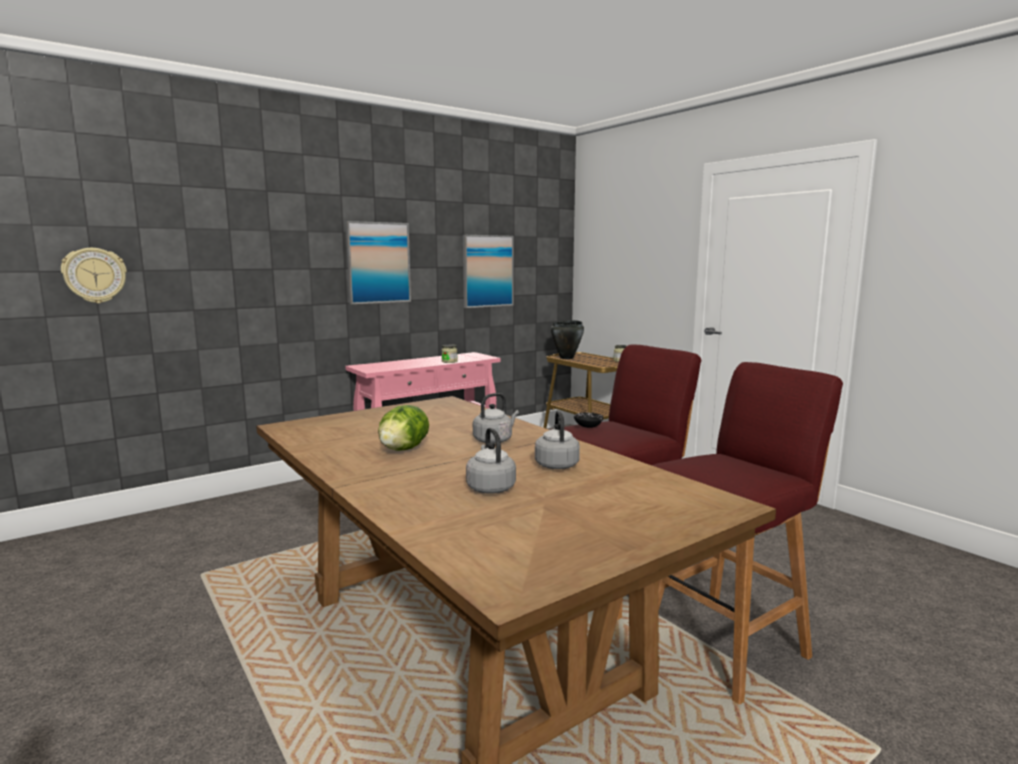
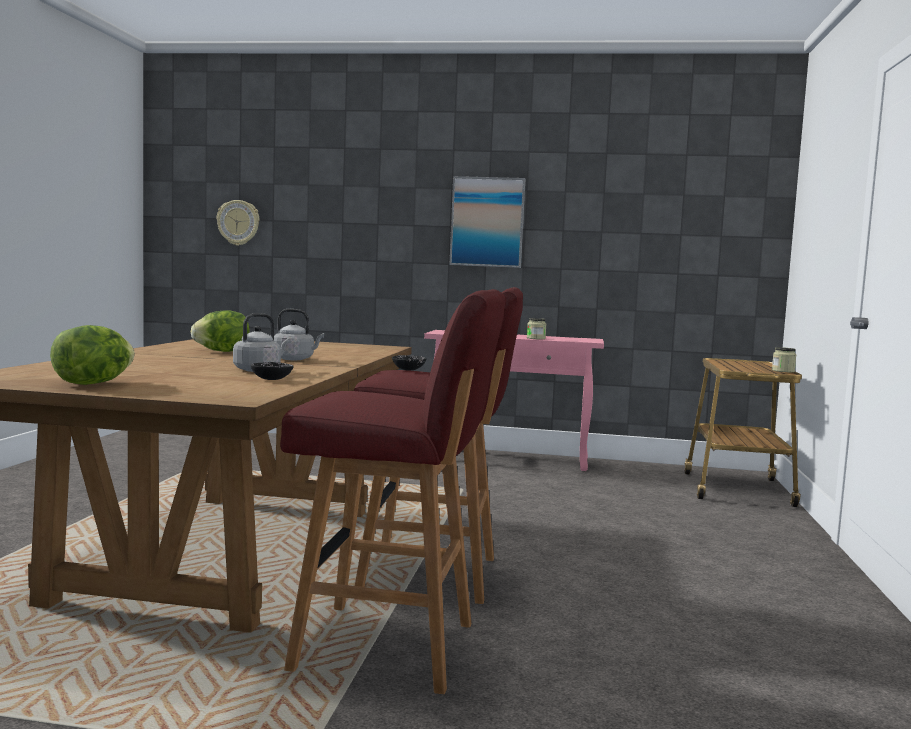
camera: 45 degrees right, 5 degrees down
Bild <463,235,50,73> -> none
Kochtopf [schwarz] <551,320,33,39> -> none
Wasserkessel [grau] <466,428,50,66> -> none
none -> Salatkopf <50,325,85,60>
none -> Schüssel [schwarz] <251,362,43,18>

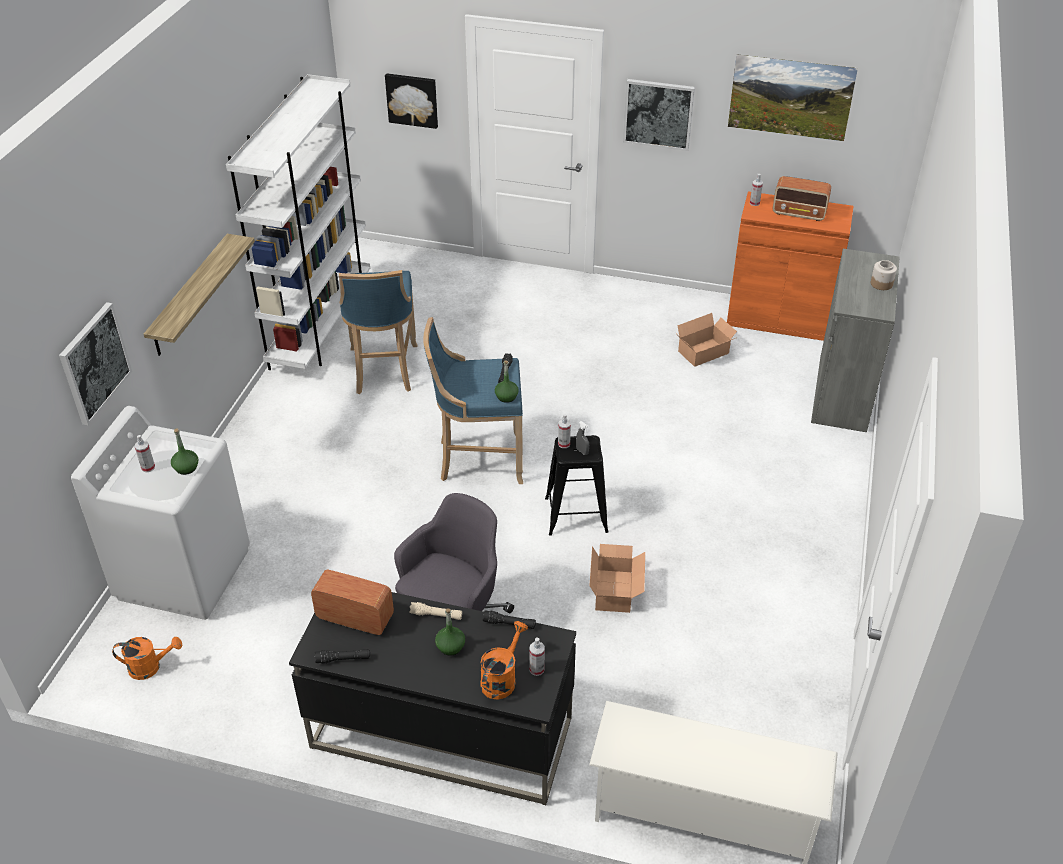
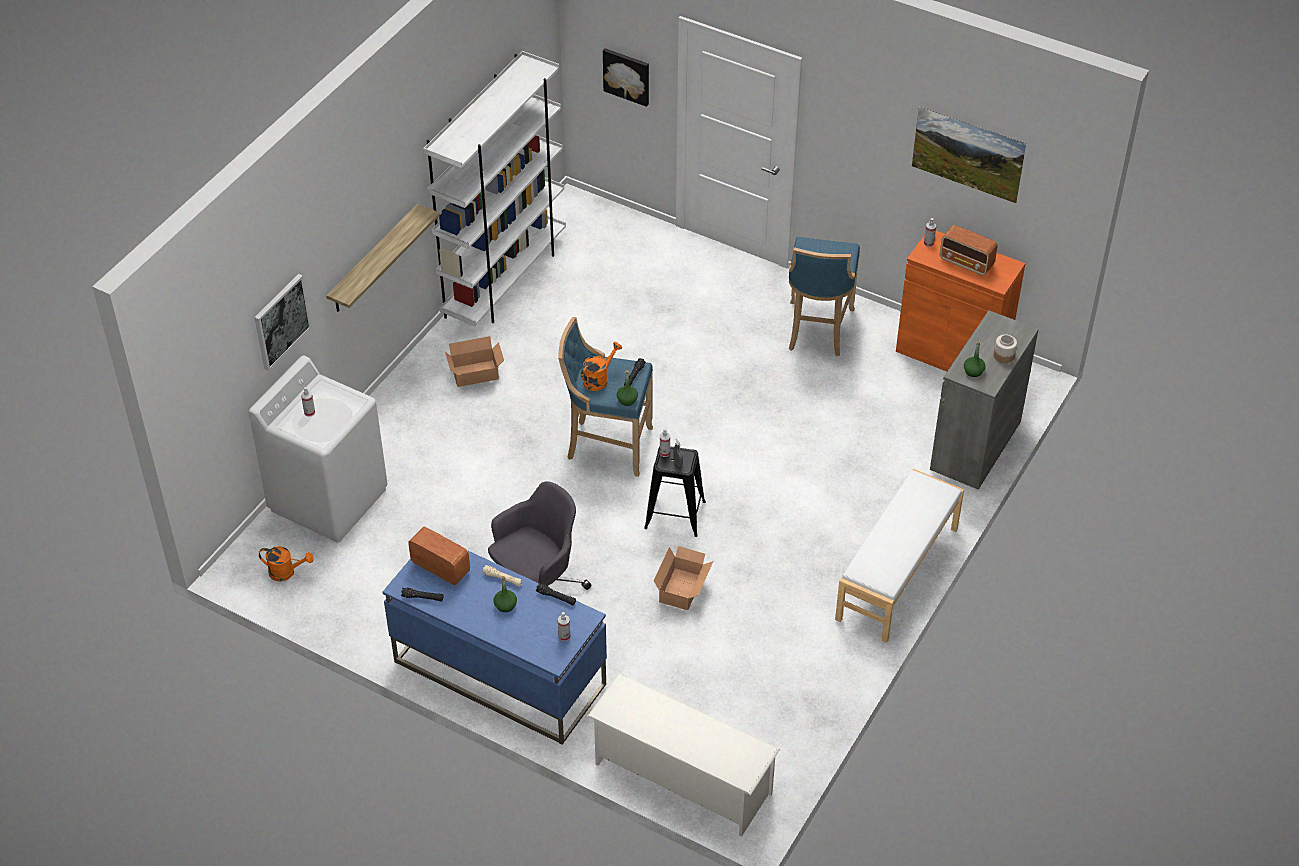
camera: 15 degrees right, 5 degrees up
Bild <623,79,72,72> -> none
Hocker [blau] <339,270,79,124> -> Hocker [blau] <789,237,71,119>, shifted
Karton <677,313,60,54> -> Karton <445,336,59,51>, shifted
Flasche [grün] <171,428,27,47> -> Flasche [grün] <964,341,22,36>, shifted
Schreibtisch [schwarz] <289,592,287,213> -> Schreibtisch [blau] <383,550,224,195>
Gießkanne [orange] <480,621,48,79> -> Gießkanne [orange] <581,342,41,49>, shifted
none -> Bank [weiß] <835,469,129,174>

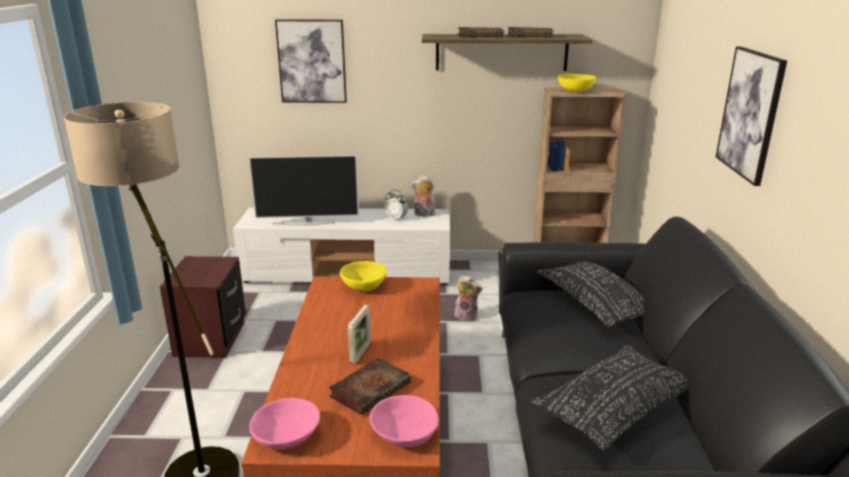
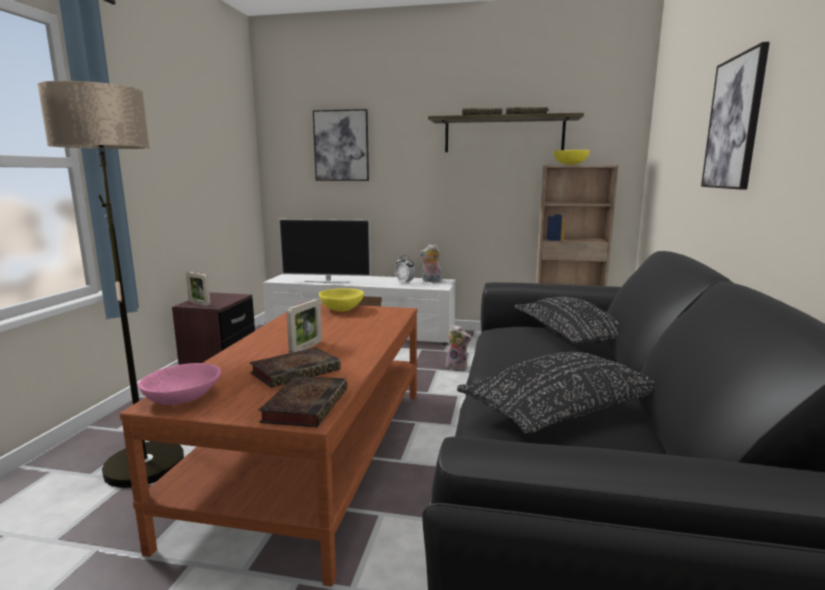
camera: 10 degrees right, 10 degrees down
Schüssel [rosa] <369,395,70,52> -> Buch <258,376,89,51>
none -> Bilderrahmen <186,272,24,34>

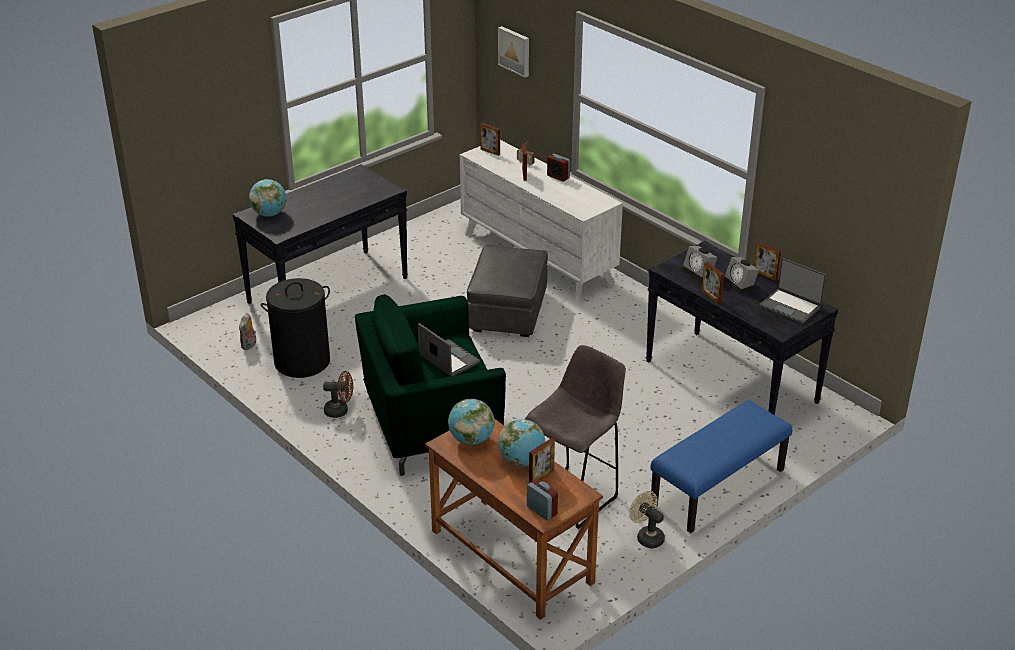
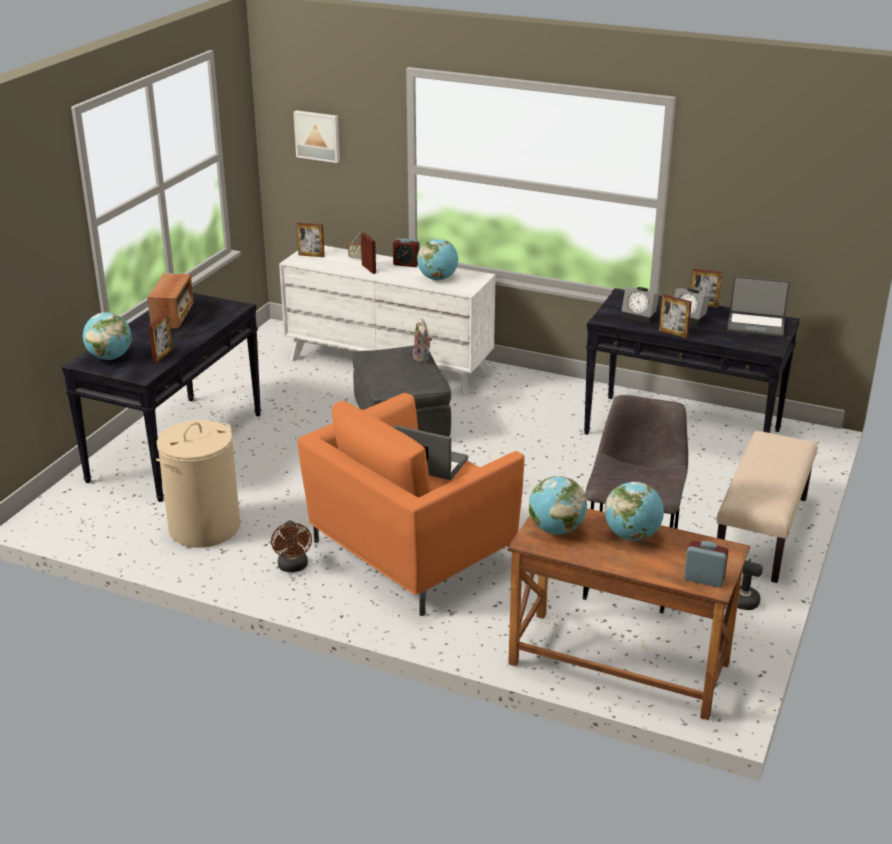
camera: 25 degrees left, 5 degrees down
Wäschekorb [schwarz] <261,278,69,100> -> Wäschekorb [beige] <156,420,84,128>
Sessel [grün] <355,294,151,182> -> Sessel [orange] <297,393,228,223>
Plüschtier <239,313,17,37> -> Plüschtier <413,318,19,44>, shifted
Ventilator [braun] <323,371,30,47> -> Ventilator [braun] <271,521,41,51>, 105 degrees clockwise
Bank [blau] <651,400,142,133> -> Bank [beige] <717,431,100,152>
Bilderrahmen <529,438,26,45> -> Bilderrahmen <148,313,25,50>, shifted
none -> Globus <417,239,41,42>
none -> Radio <147,273,47,56>

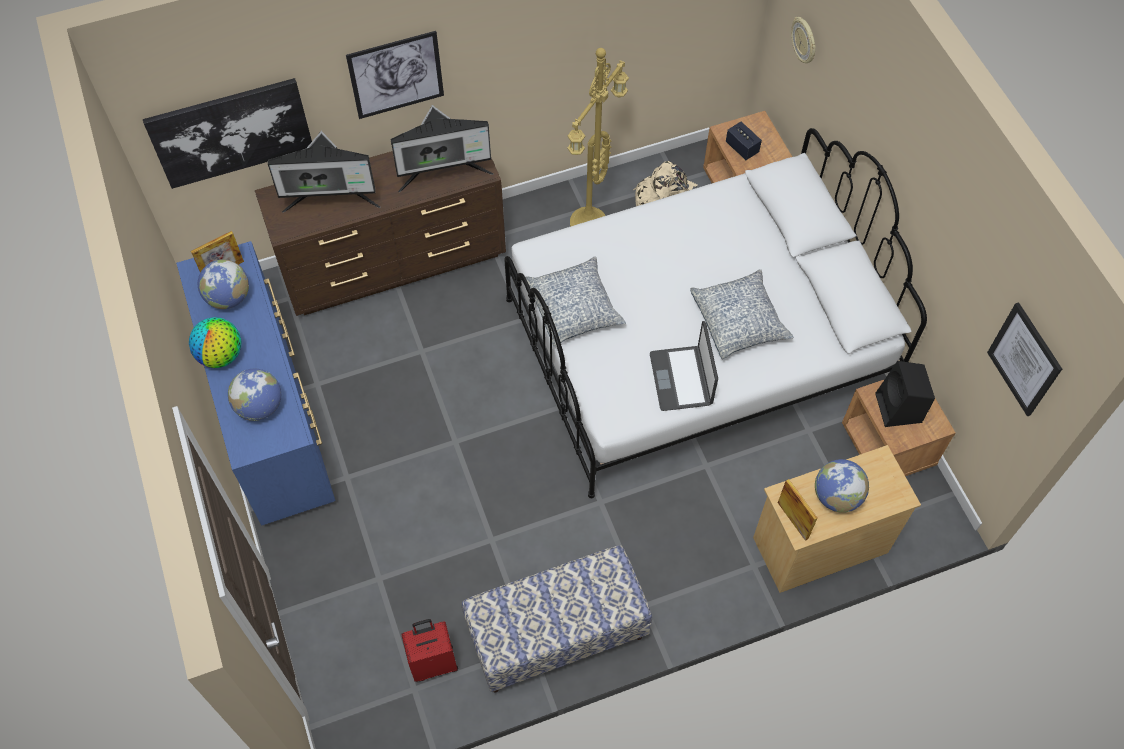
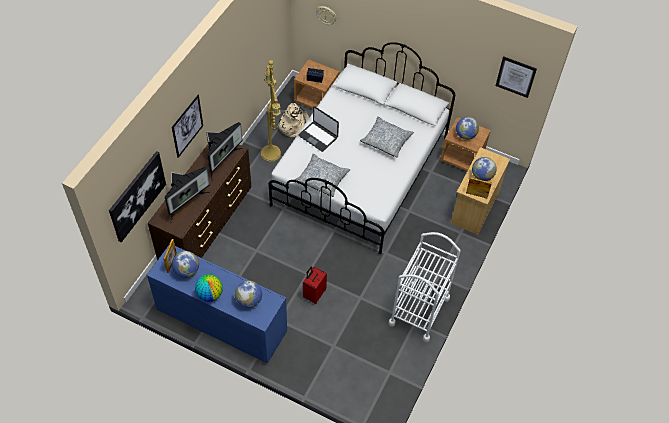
camera: 45 degrees left, 5 degrees down
Laptop <650,321,68,90> -> Laptop <298,106,41,46>, shifted
Lautsprecher [schwarz] <875,361,60,66> -> Globus <456,117,23,23>
Bank <462,545,190,148> -> Rollwagen [weiß] <389,232,72,110>
Koffer [rot] <401,619,57,63> -> Koffer [rot] <303,266,24,38>, shifted

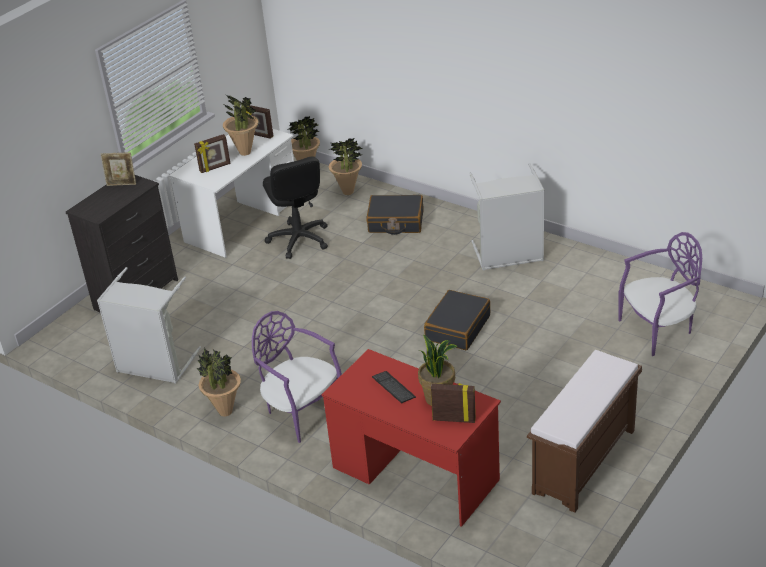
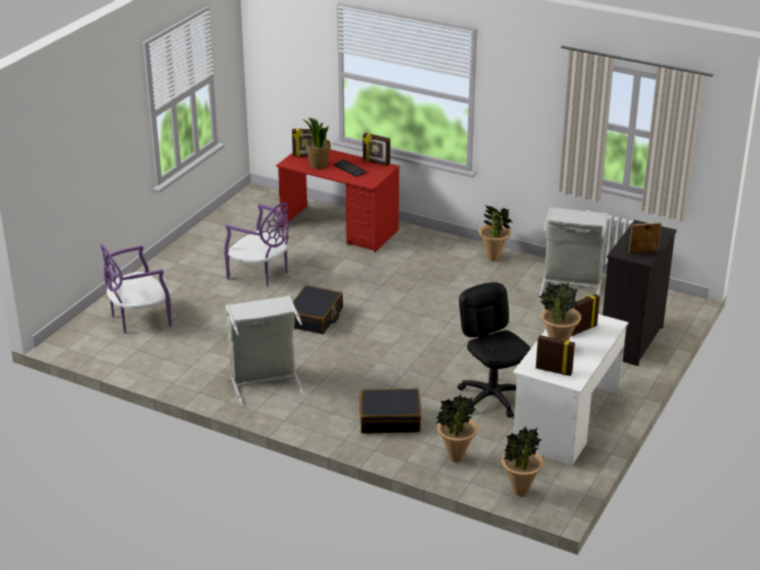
camera: 170 degrees right, 5 degrees down
Stuhl [lila] <252,311,90,132> -> Stuhl [lila] <224,203,65,85>, shifted
Bank [braun] <527,350,115,163> -> none
none -> Bilderrahmen <362,133,28,33>

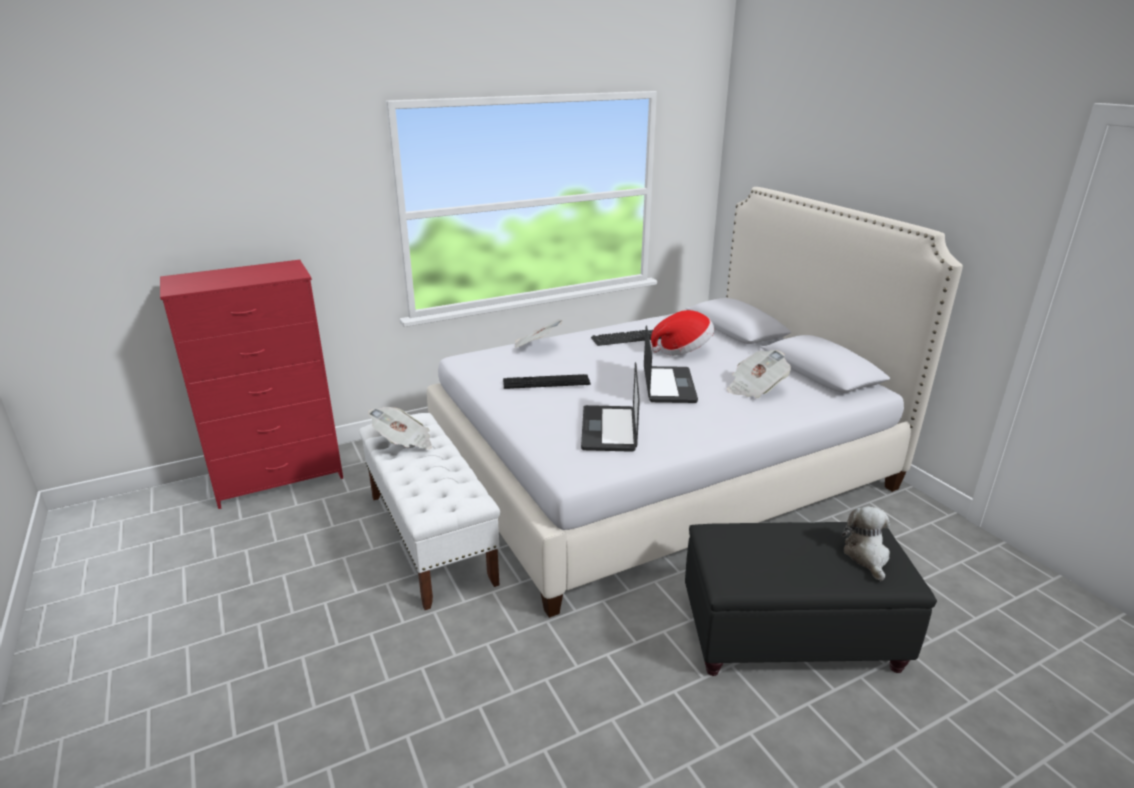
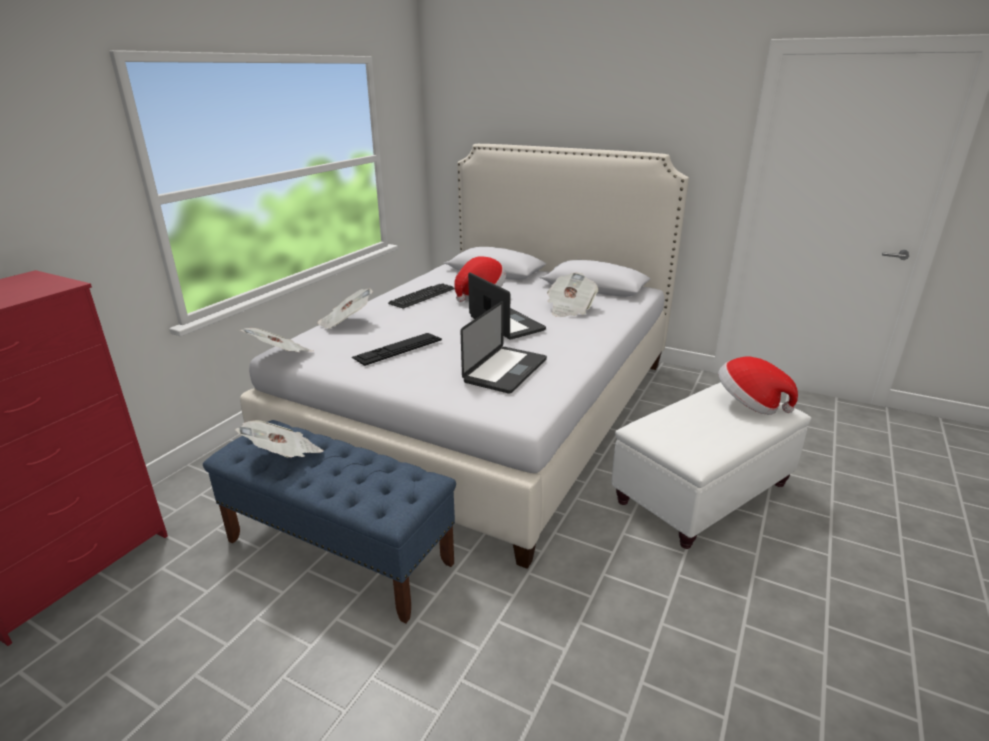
camera: 35 degrees left, 0 degrees up
Laptop <581,362,59,90> -> Laptop <460,301,87,93>, 120 degrees counterclockwise
Bank [weiß] <359,413,141,197> -> Bank [blau] <203,420,253,203>
Plüschtier <842,506,48,75> -> Hut <718,357,80,58>
Polsterhocker [schwarz] <685,522,252,154> -> Polsterhocker [weiß] <612,382,199,167>
none -> Zeitung <240,328,73,24>

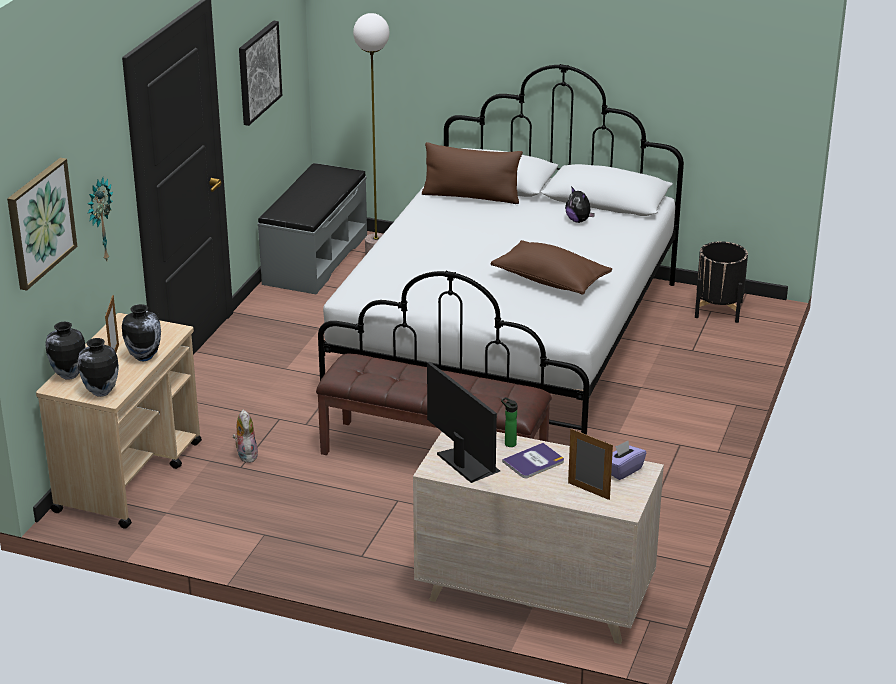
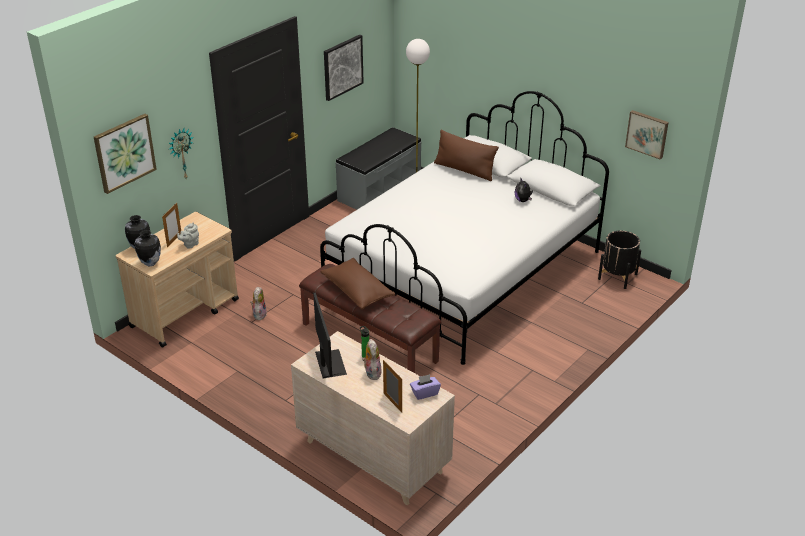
camera: 20 degrees right, 5 degrees up
Kissen [braun] <490,240,122,55> -> Kissen [braun] <321,258,74,52>, shifted
Vase <122,304,39,57> -> Teekanne [grau] <177,222,22,26>
Buch <502,443,62,35> -> Plüschtier <362,339,20,41>
none -> Bild <625,110,44,49>

